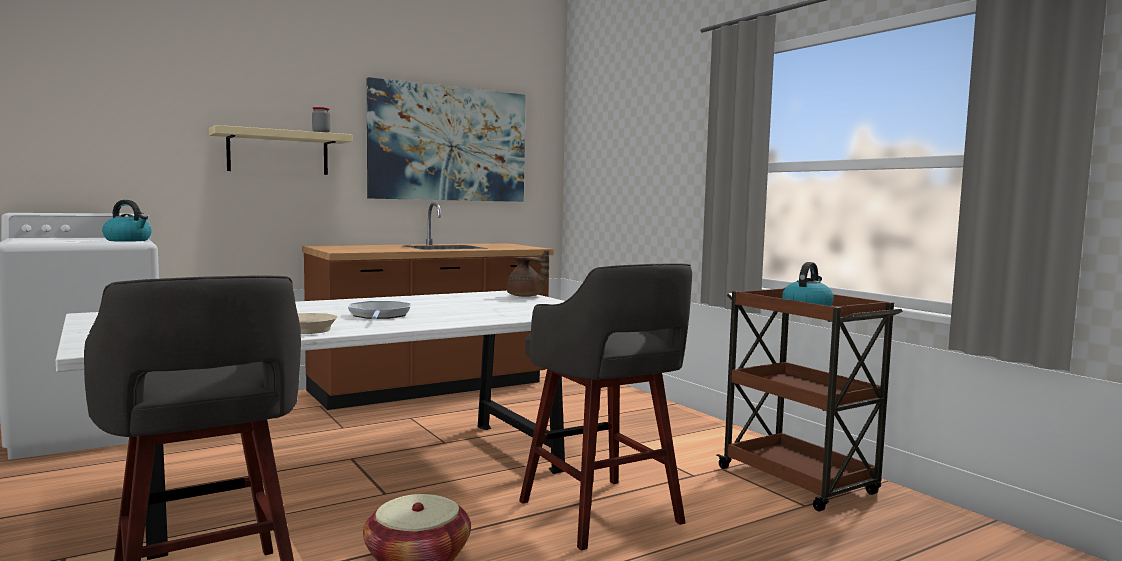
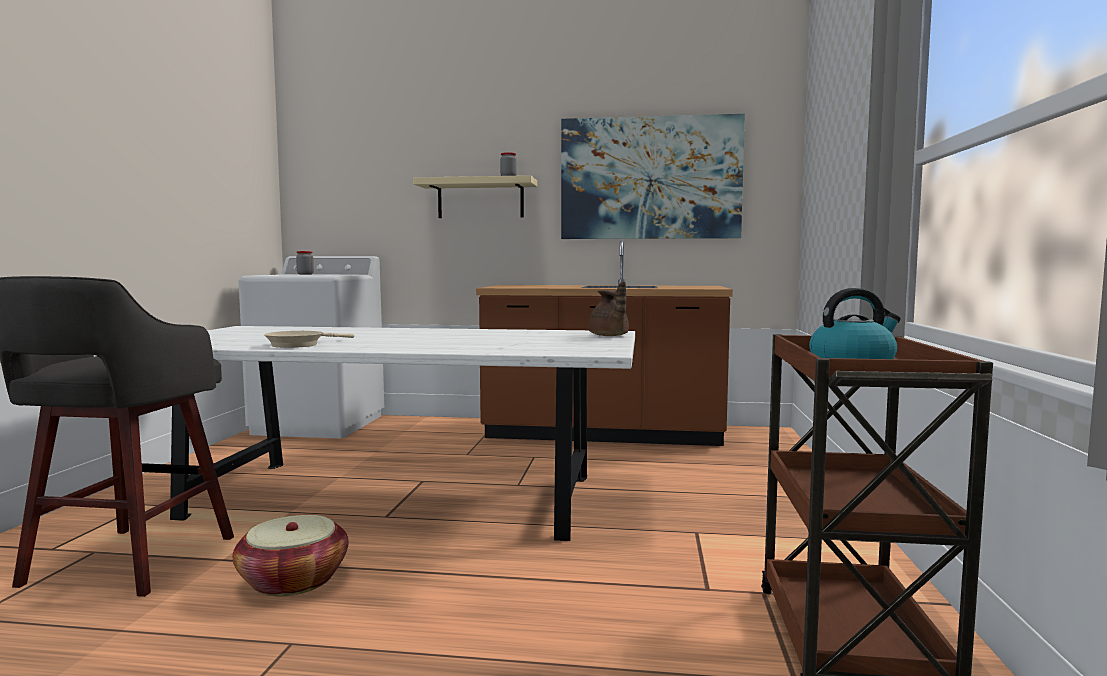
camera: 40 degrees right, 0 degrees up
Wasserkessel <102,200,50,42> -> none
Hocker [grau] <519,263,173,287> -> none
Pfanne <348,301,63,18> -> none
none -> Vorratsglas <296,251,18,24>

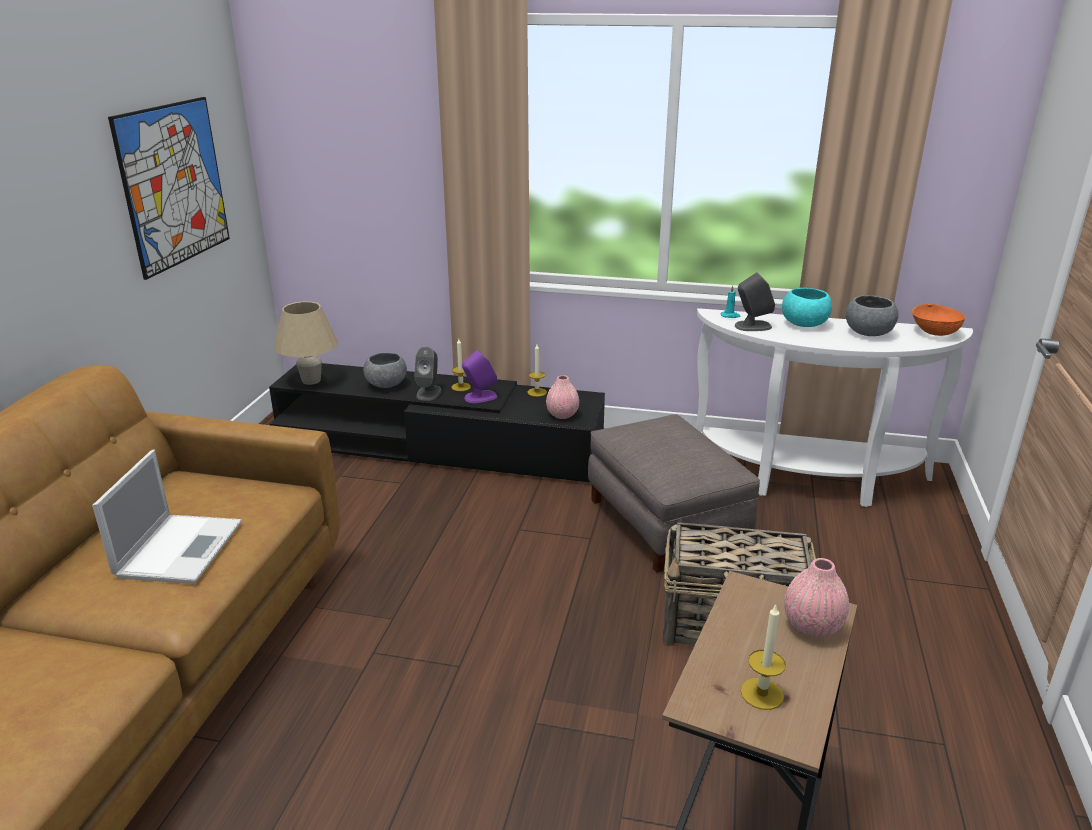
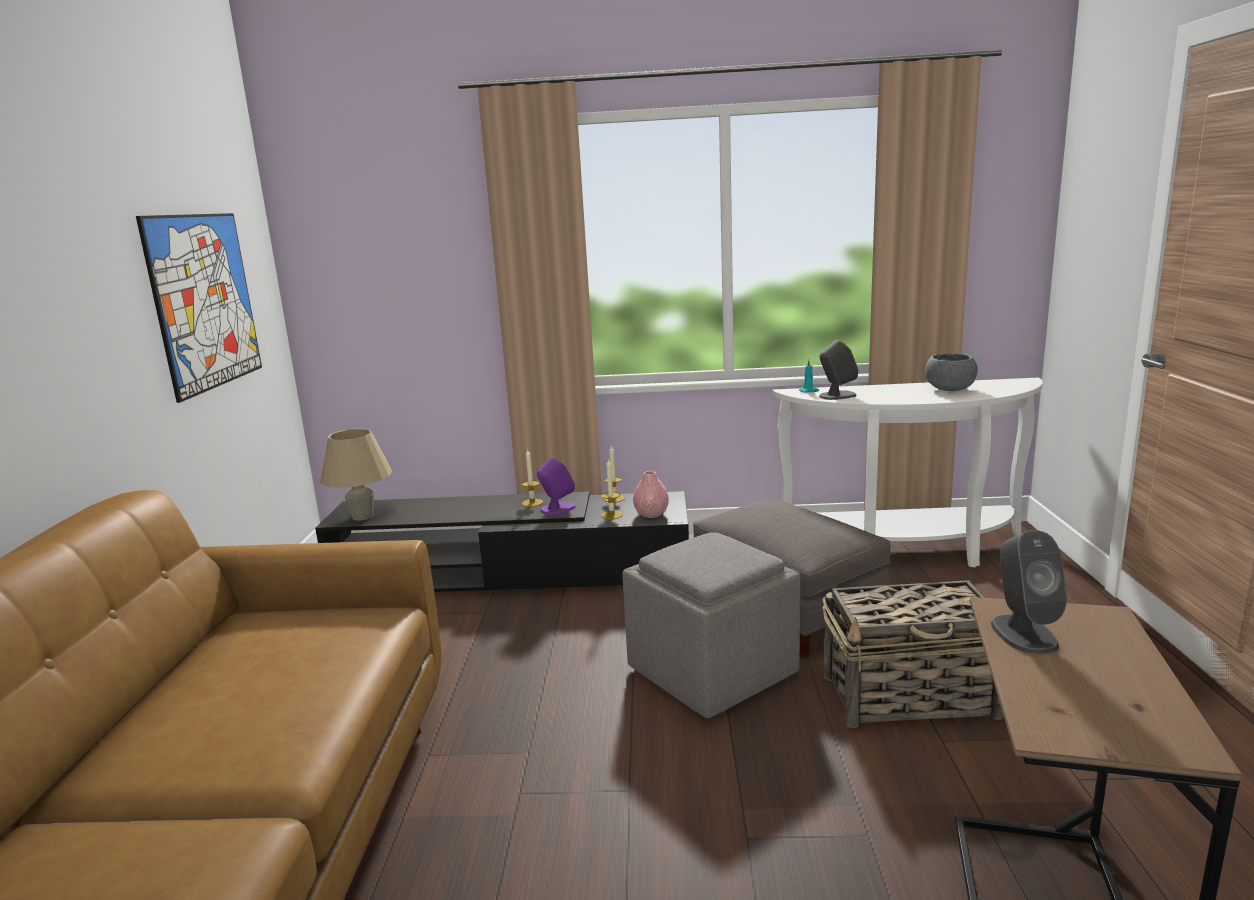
camera: 10 degrees left, 10 degrees down
Schüssel [türkis] <782,288,50,39> -> none
Schüssel [orange] <912,304,53,32> -> none
Lautsprecher [grau] <414,347,27,54> -> Lautsprecher [grau] <991,530,77,124>, shifted
Schüssel [grau] <363,352,44,36> -> none
Laptop <92,450,150,134> -> none
Vase [rosa] <784,558,65,80> -> none
Kerze <741,605,45,105> -> Kerze <601,459,22,60>, shifted
none -> Polsterhocker [grau] <622,532,178,186>

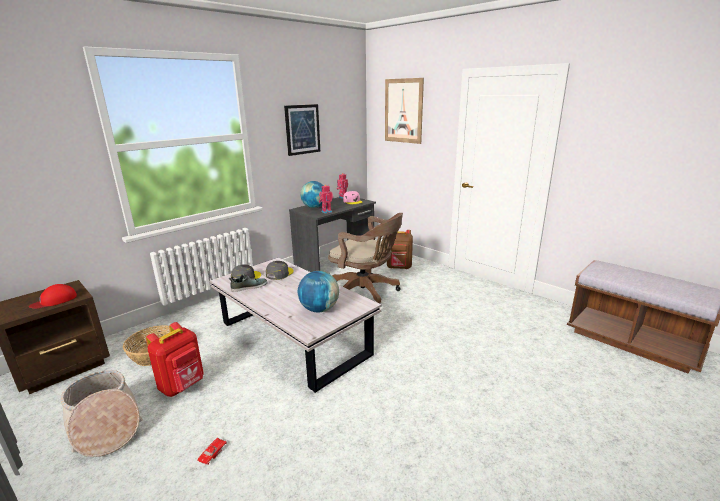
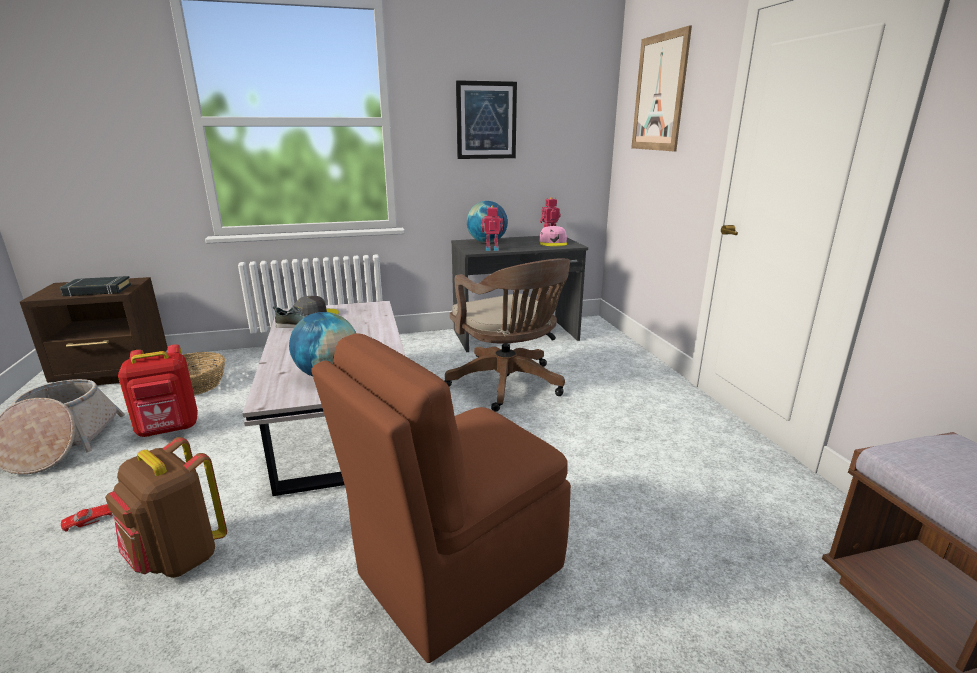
camera: 30 degrees right, 0 degrees up
Rucksack [braun] <387,230,26,39> -> Rucksack [braun] <105,437,122,141>, shifted
Kappe [grau] <266,261,27,19> -> none
Kappe [rot] <29,284,48,25> -> Buch [schwarz] <60,276,71,20>
none -> Stuhl [braun] <311,333,260,330>

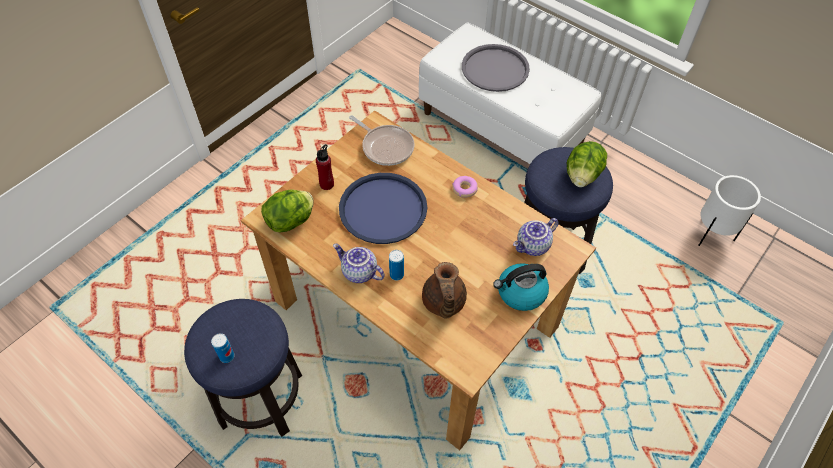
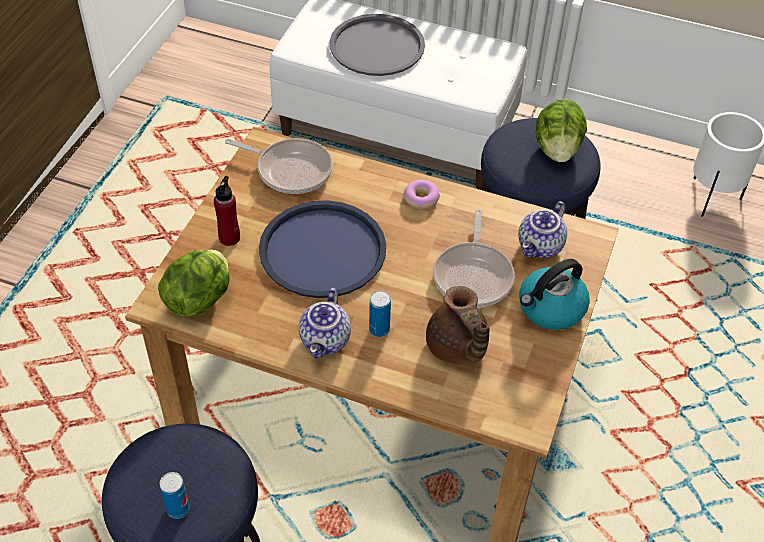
camera: 20 degrees left, 5 degrees down
Teekanne <333,244,52,39> -> Teekanne <299,288,52,71>, 90 degrees counterclockwise
none -> Pfanne <433,209,82,99>

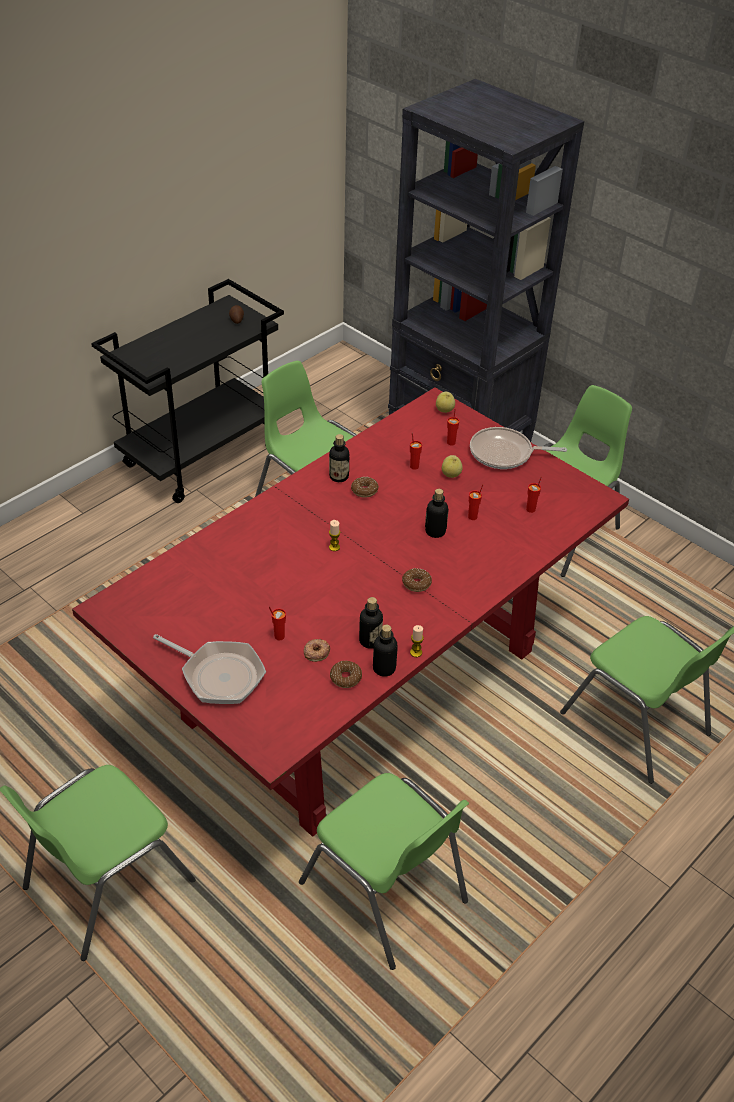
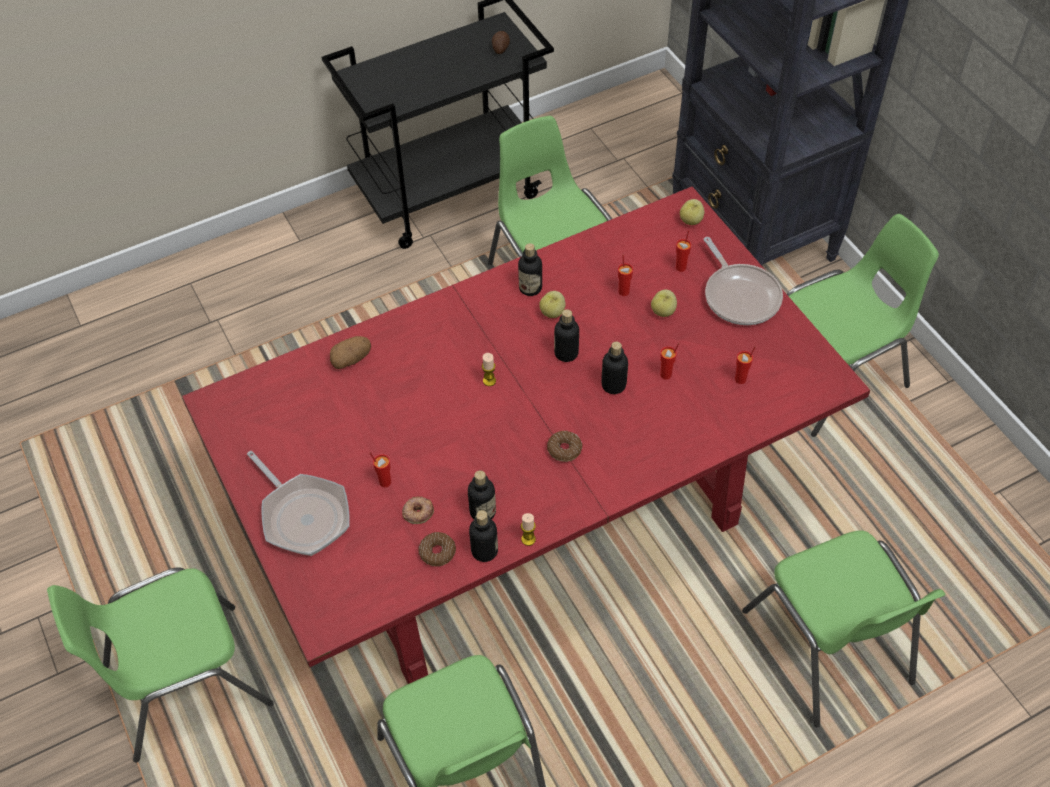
camera: 20 degrees right, 10 degrees up
Pfanne <470,427,97,42> -> Pfanne <703,237,80,88>, 135 degrees counterclockwise
Donut <351,477,28,21> -> Apfel <539,291,27,27>
none -> Flasche <554,309,25,53>
none -> Kartoffel <330,336,41,33>

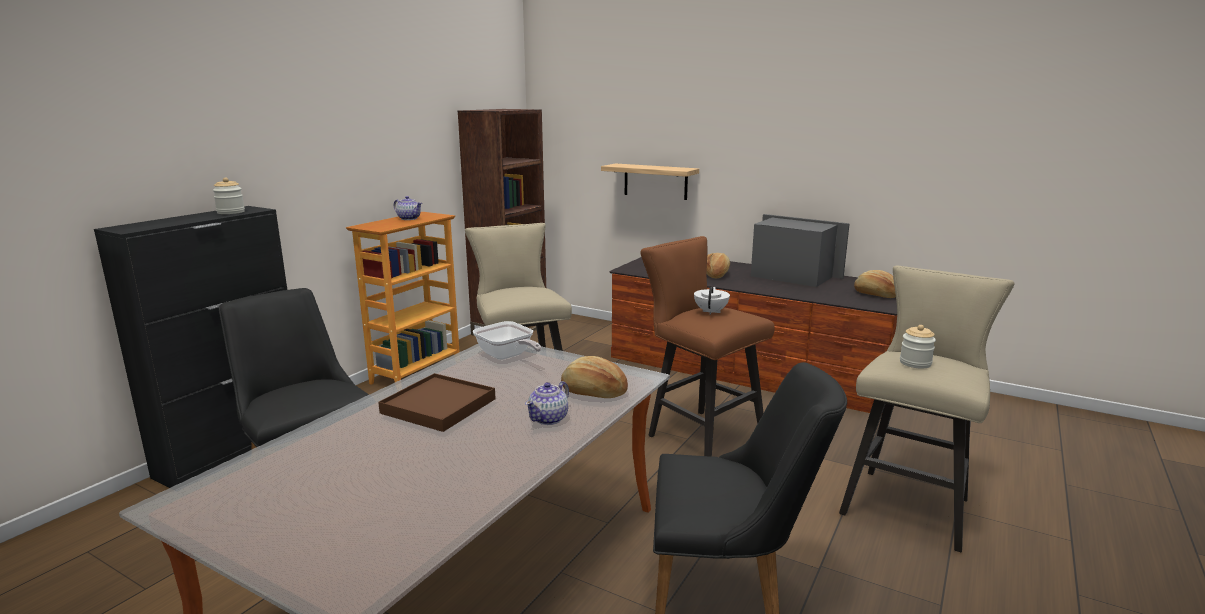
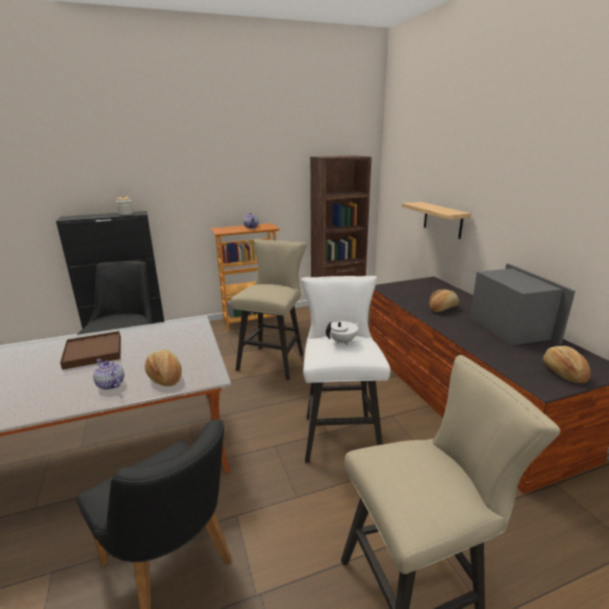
camera: 40 degrees right, 5 degrees up
Hocker [braun] <640,236,135,221> -> Hocker [weiß] <301,276,89,187>
Pfanne <473,321,69,39> -> none
Vorratsglas <900,325,36,43> -> none
Teekanne <525,381,44,44> -> Teekanne <93,359,31,31>, 60 degrees clockwise

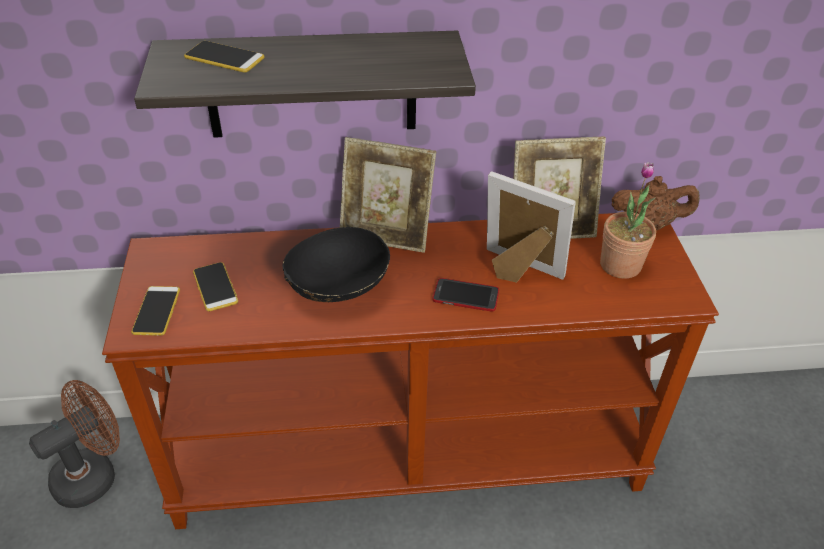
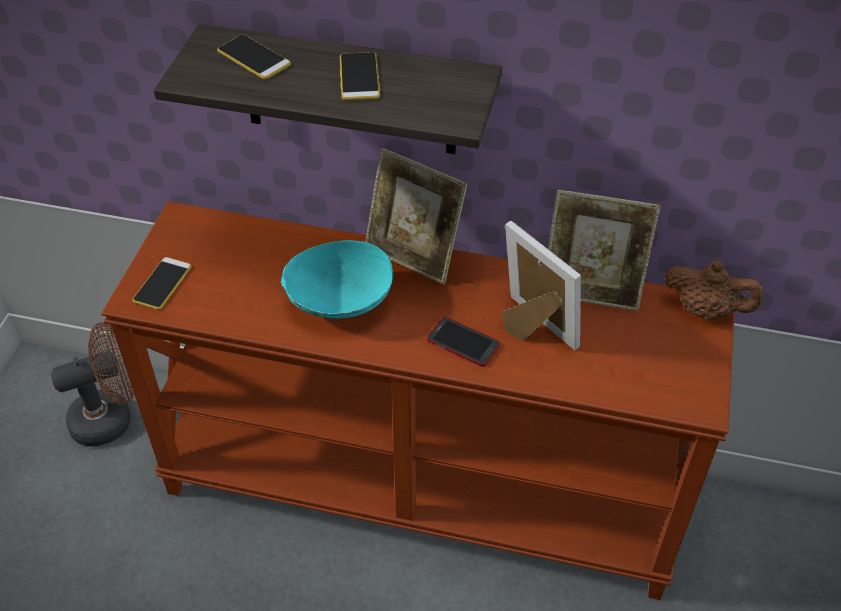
camera: 20 degrees right, 5 degrees up
Topfpflanze <600,162,56,117> -> none
Schüssel [schwarz] <283,227,107,75> -> Schüssel [türkis] <281,240,112,78>
Handy <193,262,45,49> -> Handy <340,52,40,49>, shifted

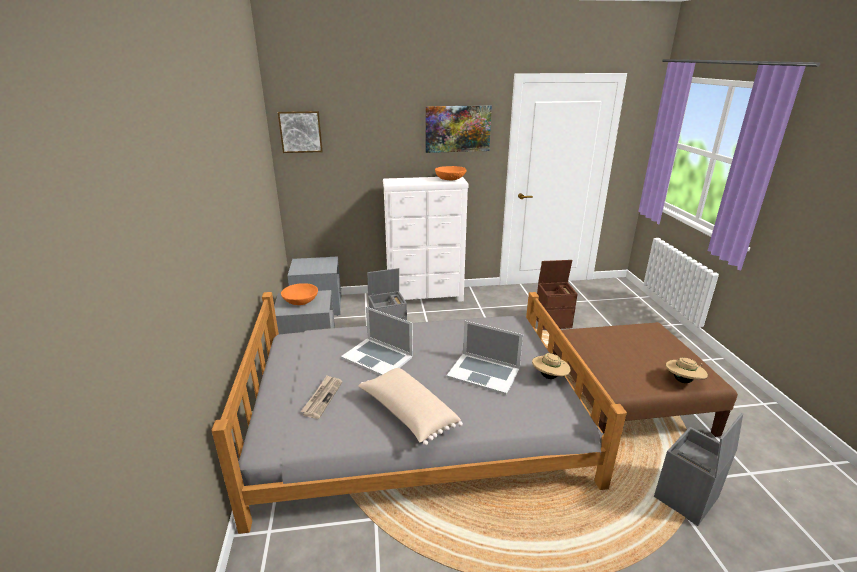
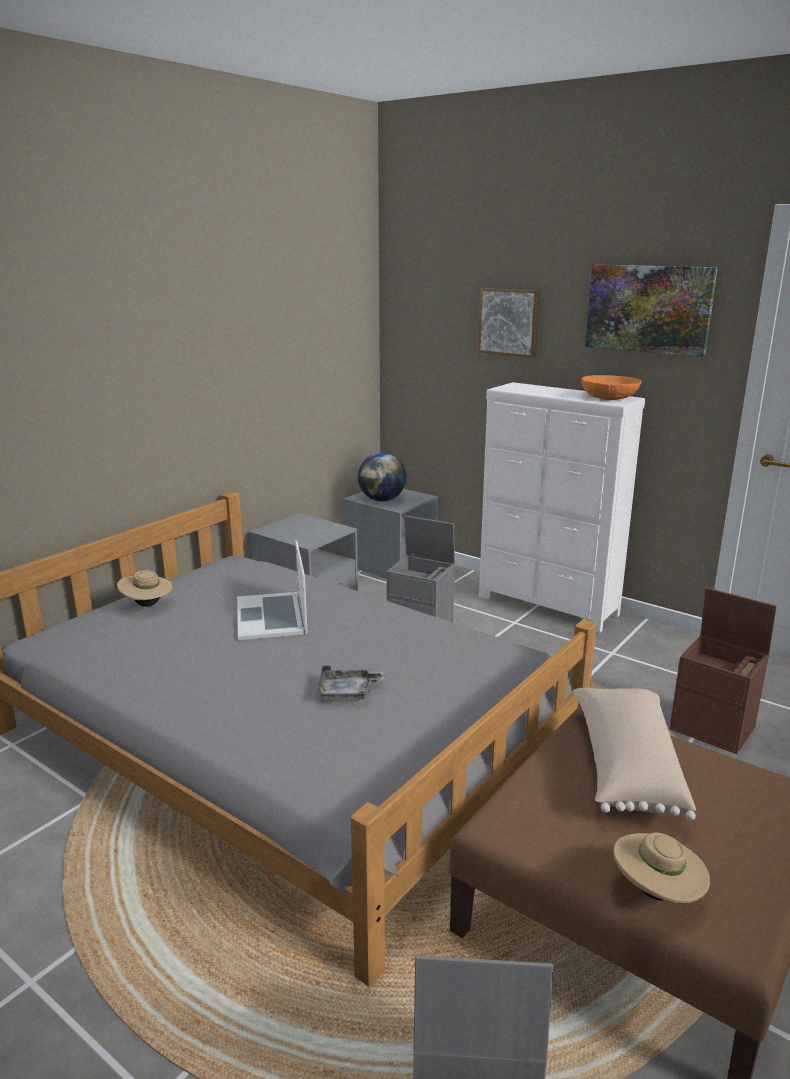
camera: 45 degrees right, 5 degrees down
Bild <278,111,45,42> -> Bild <478,288,62,70>, shifted
Schüssel [orange] <281,283,37,22> -> none
Laptop <446,321,77,74> -> Tablett [grau] <317,665,68,35>
Hut [beige] <532,353,38,26> -> Hut [beige] <117,570,56,37>, shifted
Kissen [beige] <358,368,105,78> -> Kissen [beige] <573,688,123,132>, shifted
Zeitung <301,375,41,44> -> none
none -> Globus <358,452,49,49>

